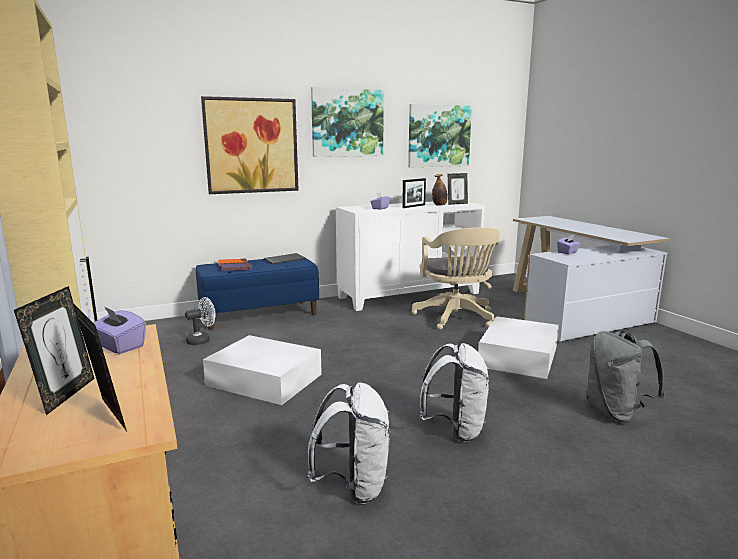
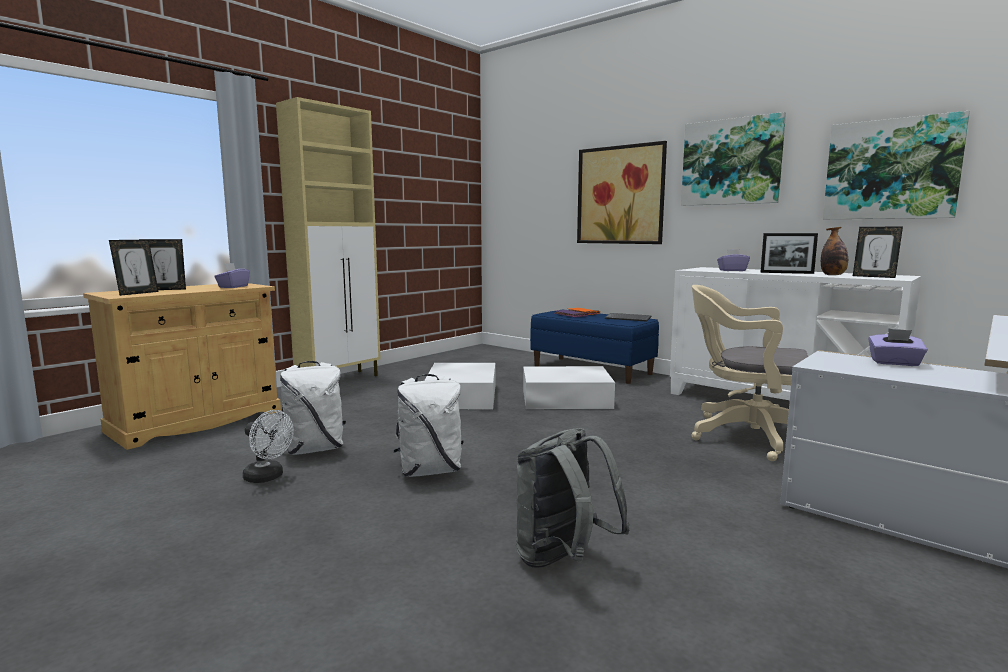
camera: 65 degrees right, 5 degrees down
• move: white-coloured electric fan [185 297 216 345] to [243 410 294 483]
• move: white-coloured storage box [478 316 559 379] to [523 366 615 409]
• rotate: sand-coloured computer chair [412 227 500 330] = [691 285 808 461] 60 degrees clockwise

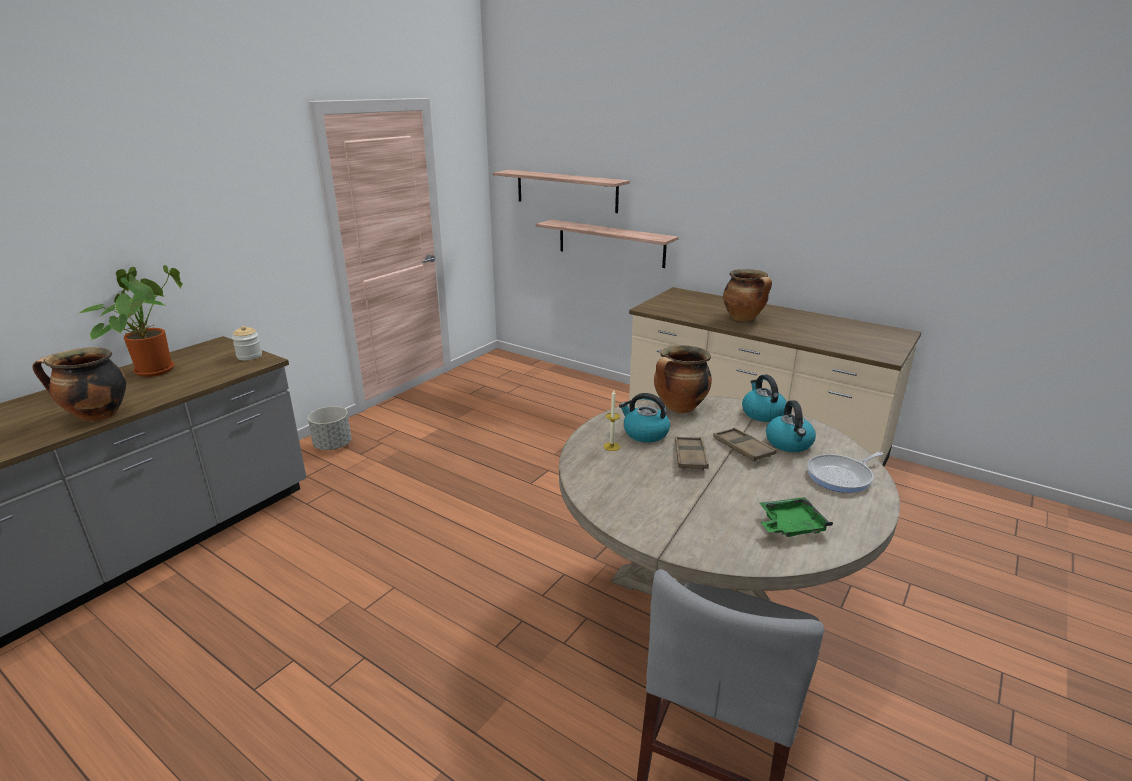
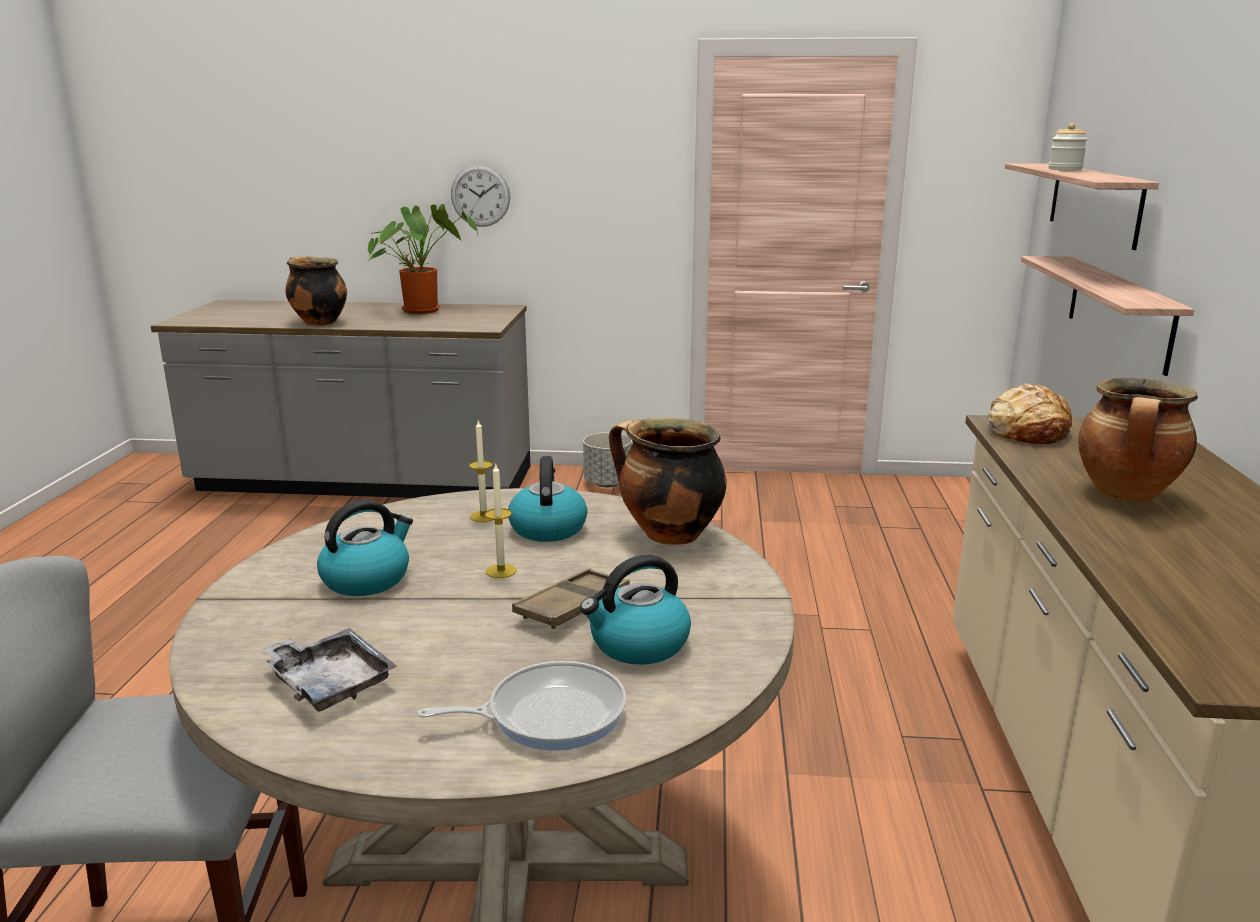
camera: 60 degrees right, 5 degrees down
• insert: clock on the wall [451 164 510 227]
• insert: bakery bread [987 383 1072 444]
• move: storage jar [232 326 262 360] to [1048 123 1088 170]
• move: kettle [742 374 787 422] to [317 500 413 596]
• replace: brown-coloured carrying tray [675 436 709 470] to wax candle [485 464 517 578]
• recolor: green-coloured carrying tray [760 497 833 537] to greyish carrying tray [263 628 397 712]
• rotate: frying pan [807 452 883 493] = [417 661 626 751] 135 degrees clockwise

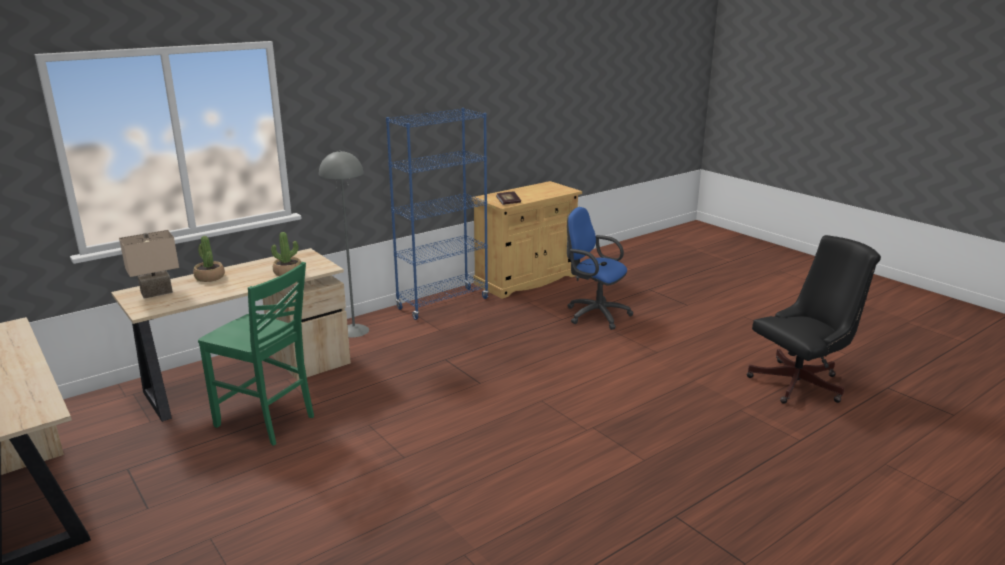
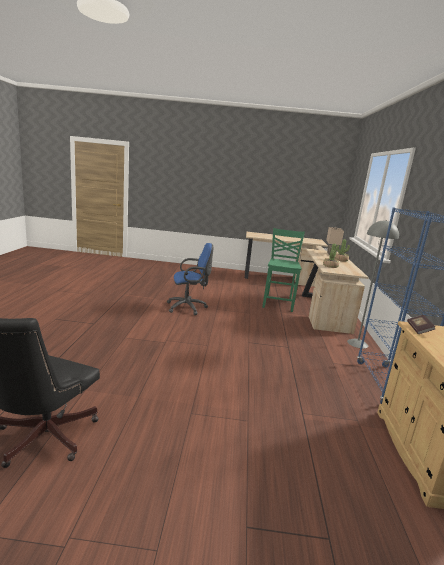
camera: 130 degrees right, 5 degrees down
• move: blue computer chair [567 207 634 330] to [167 243 213 315]
• rotate: green-coloured plain chair [198 262 314 446] = [262 228 305 312] 120 degrees clockwise

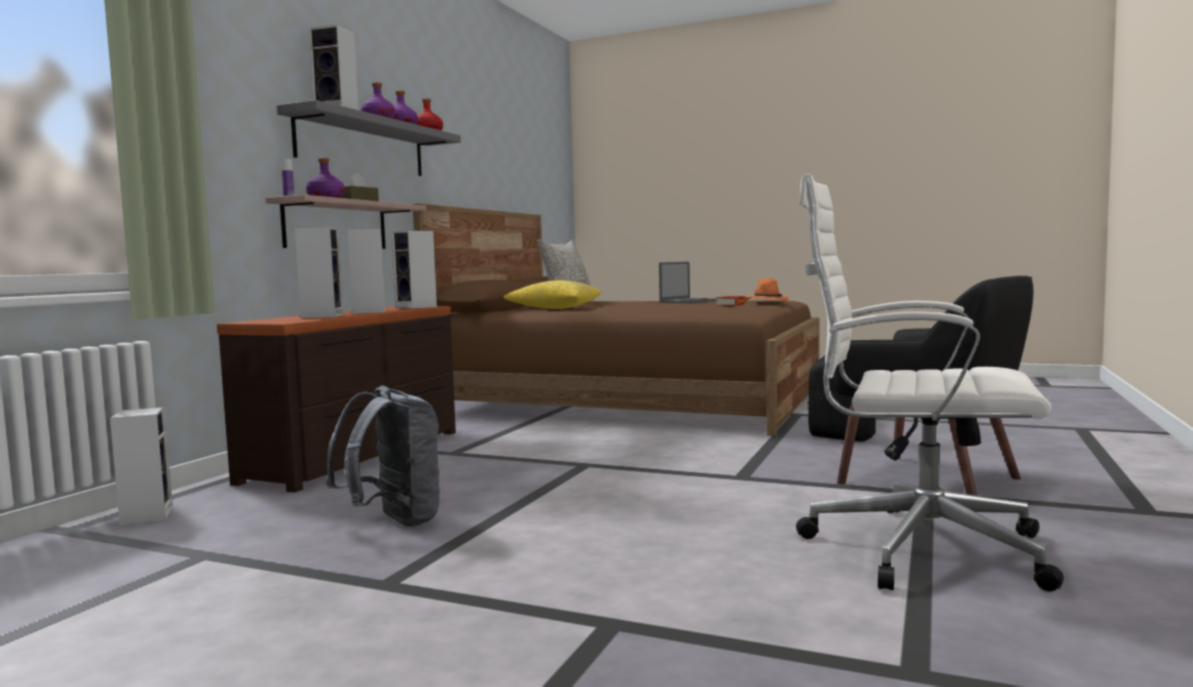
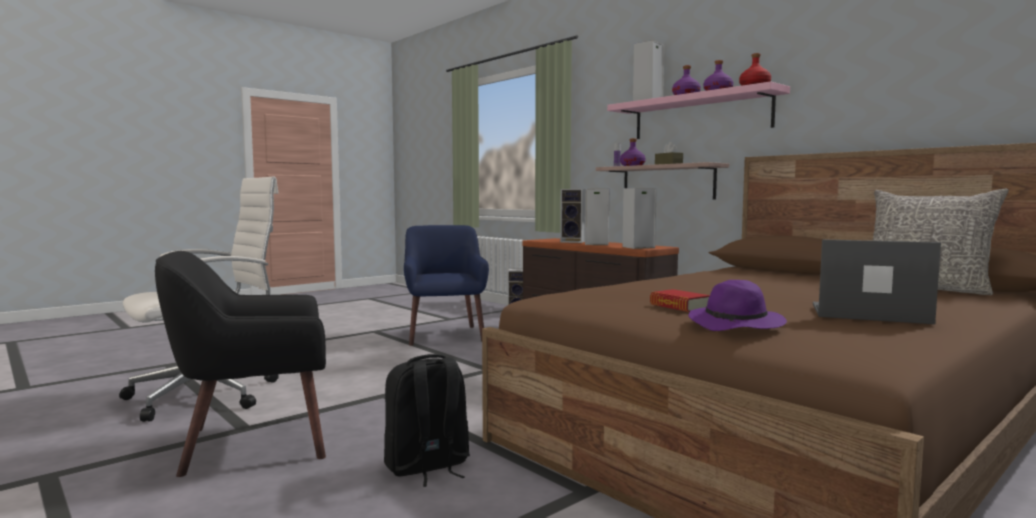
camera: 115 degrees right, 0 degrees up
• delete: yellow-coloured cushion [504 280 602 309]
• replace: greyish rucksack [326 386 441 527] to blue armchair [404 225 489 346]
• recolor: greyish wall shelf [277 100 461 176] to pinkish wall shelf [607 82 790 139]
• recolor: orangey clothing hat [747 278 789 302] to purplish clothing hat [688 280 787 331]
• rotate: notebook computer [659 262 716 303] = [813 239 941 324] 135 degrees clockwise

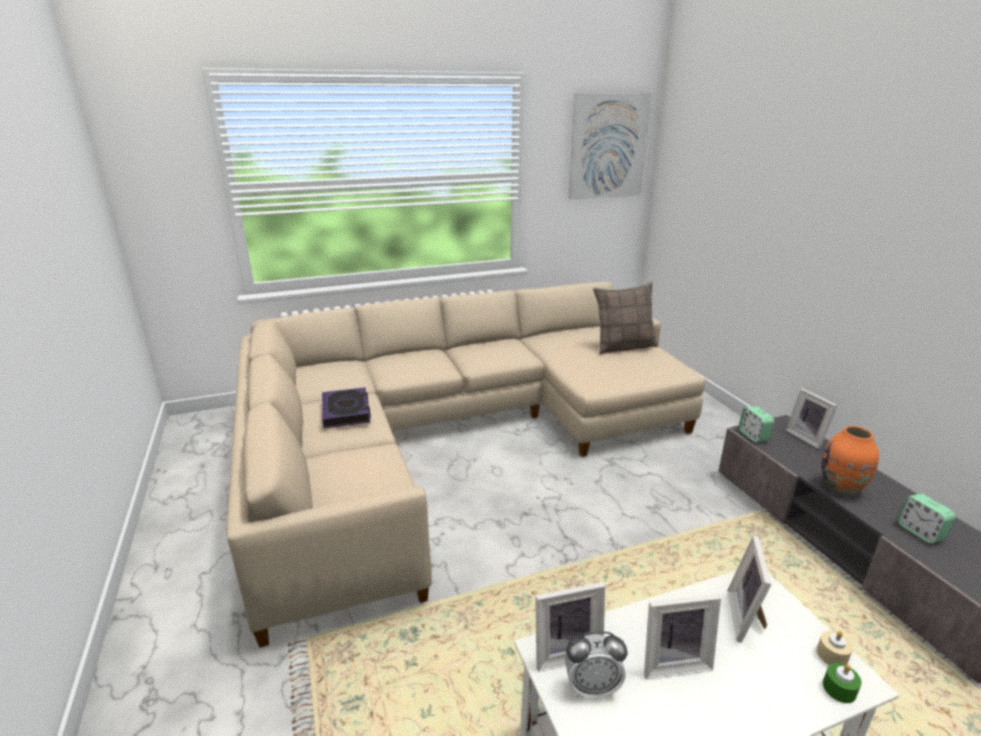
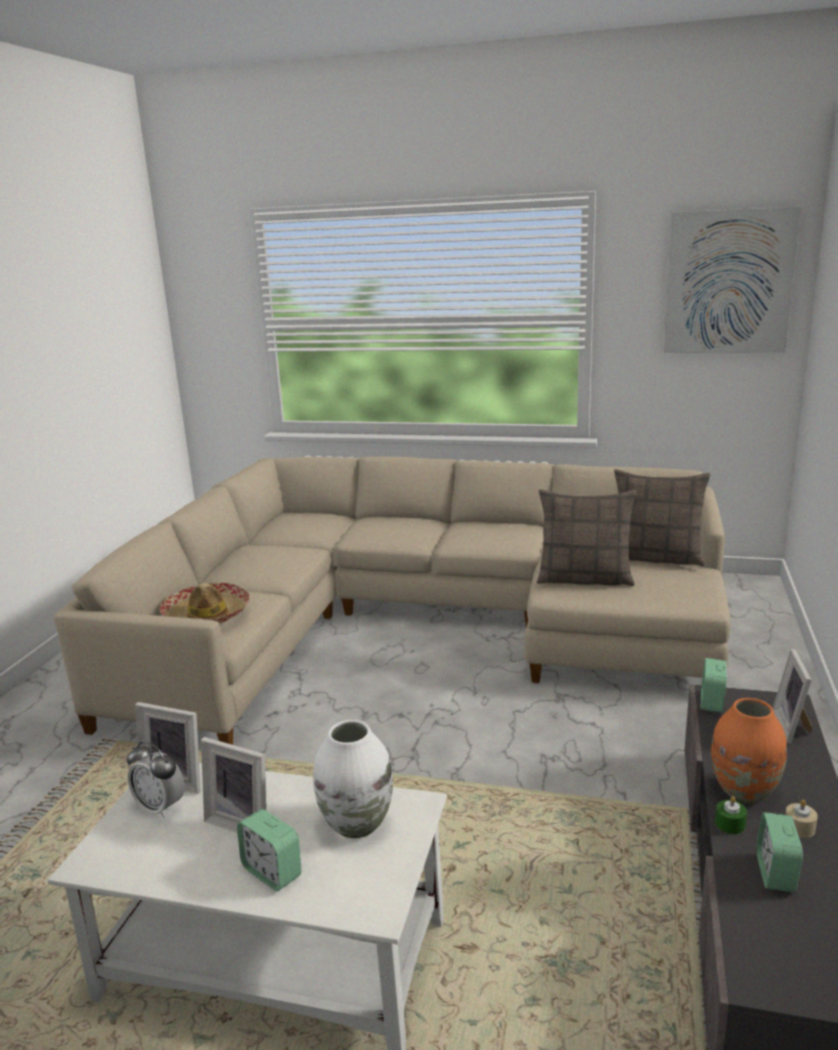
camera: 35 degrees right, 5 degrees down
• delete: book [322 387 371 428]
• insert: clothing hat [159 583 250 623]
• insert: alarm clock [237 809 301 891]
• insert: cushion [537 489 636 586]
• move: sand-coloured wax candle [816 631 853 665] to [786 799 818 838]
• move: green-coloured wax candle [823 663 862 703] to [715 796 747 834]
• replace: standing frame [727 535 772 643] to white-coloured vase [313 720 393 838]

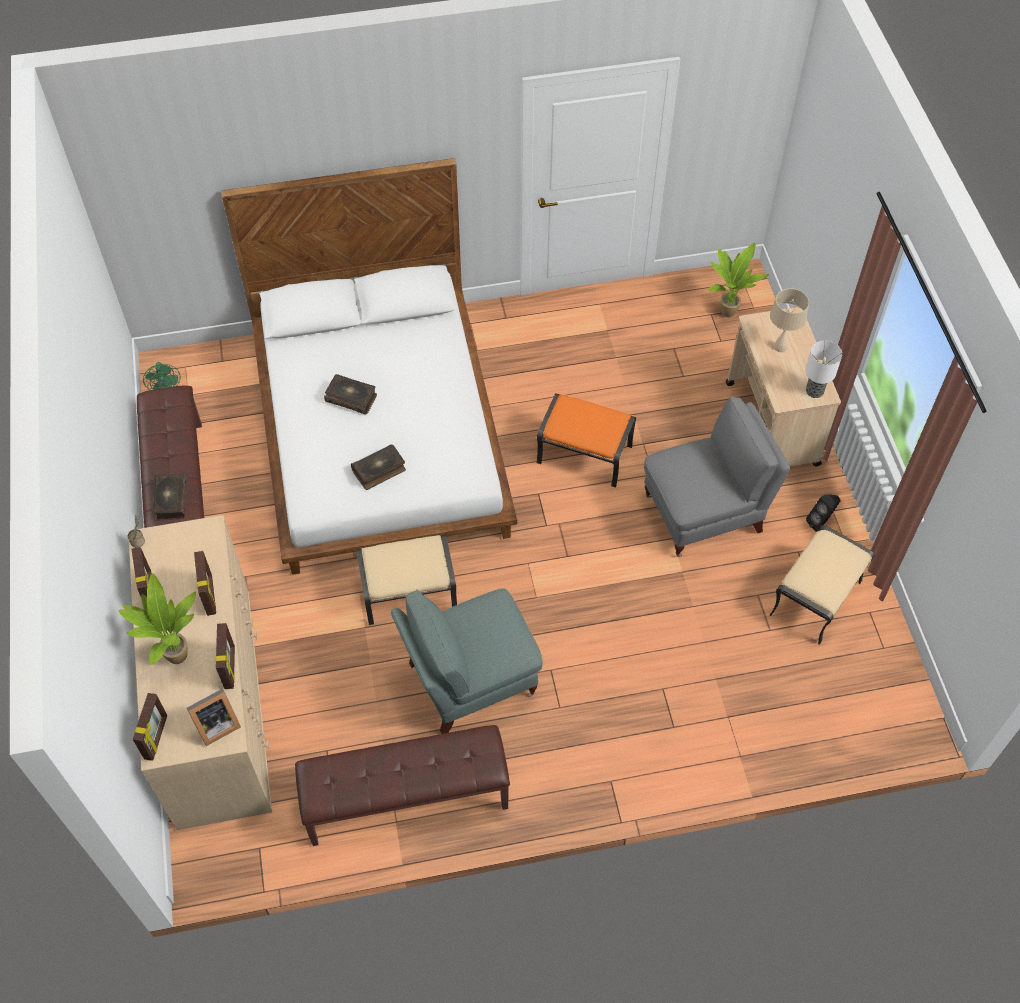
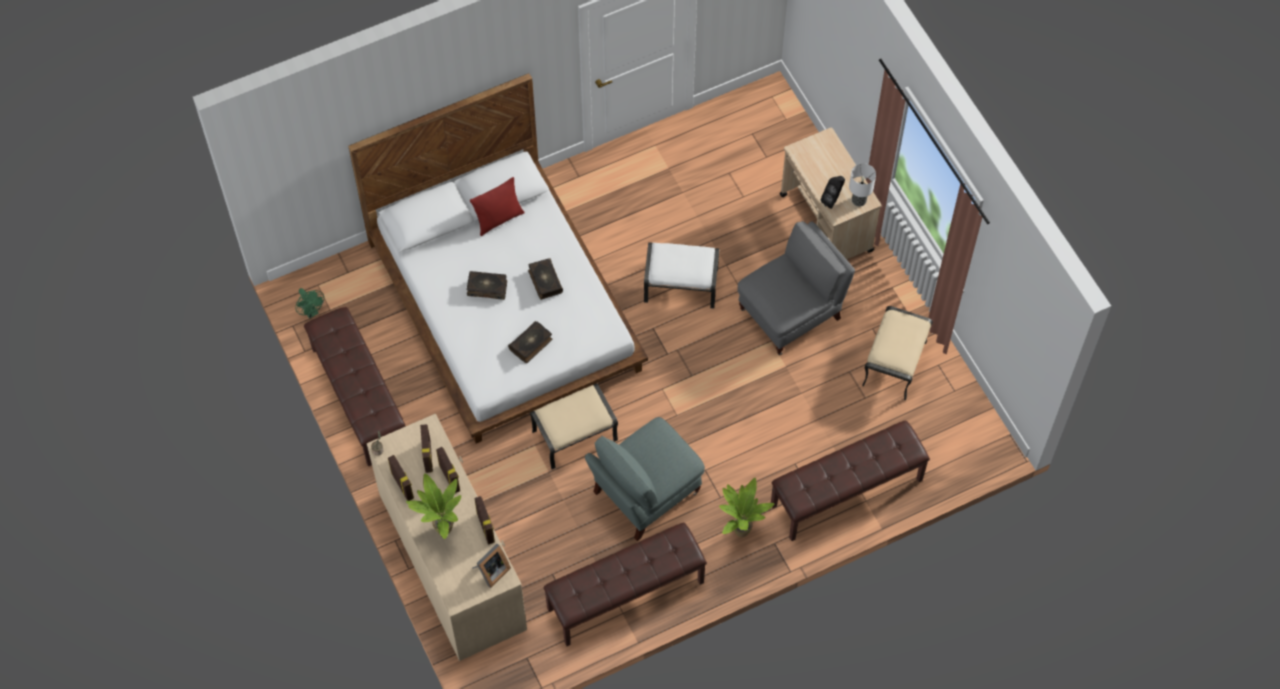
camera: 15 degrees left, 5 degrees up
• delete: sand-coloured tabletop lamp [770 288 809 352]
• insert: red cushion [470 177 524 236]
• insert: brown-coloured bench [771 420 930 541]
• move: standing frame [133 693 167 761] to [420 424 433 473]
• move: book [152 474 187 521] to [528 259 563 300]
• move: potted plant [708 243 769 317] to [719 478 775 537]
• move: blackish loudspeaker [806 494 840 532] to [821 176 845 209]
• recolor: orangey ottoman [537 393 636 488] to white-coloured ottoman [644 242 719 309]

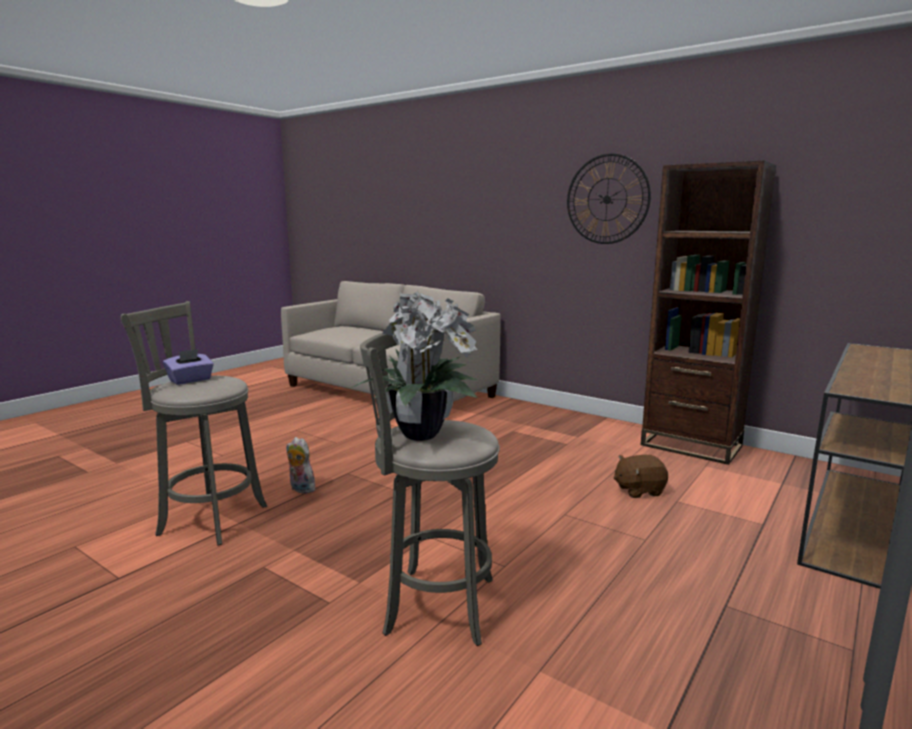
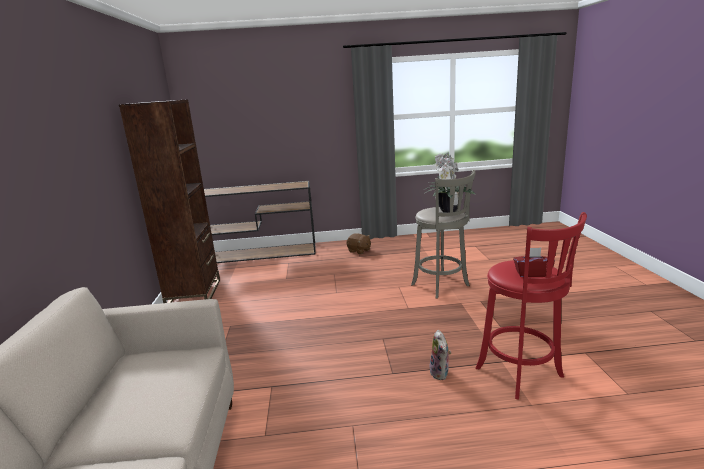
camera: 130 degrees left, 5 degrees up
• delete: clock on the wall [567 153 651 244]
• move: brown-coloured plush toy [614 455 668 498] to [346 233 371 254]
• recolor: greyish sitting stool [121 301 267 545] to red sitting stool [476 212 587 400]
• recolor: purplish tissue box [163 349 214 385] to red tissue box [513 248 555 277]

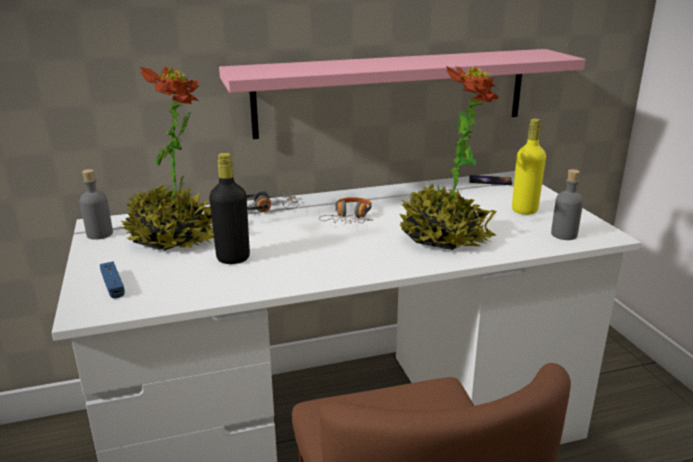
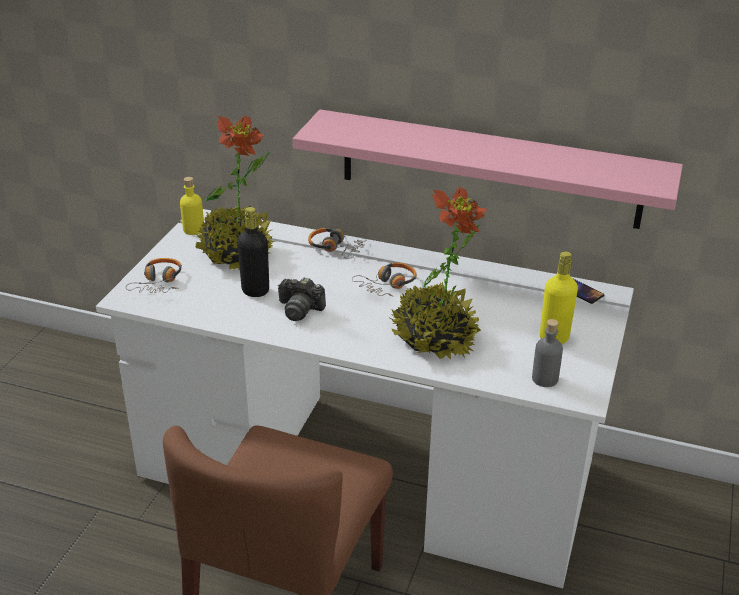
camera: 35 degrees right, 10 degrees up
• insert: still camera [278 277 326 321]
• replace: blue game controller [100 261 125 299] to headphones [126 258 182 293]
• recolor: greyish bottle [80 169 113 240] to yellow-coloured bottle [180 177 204 235]

